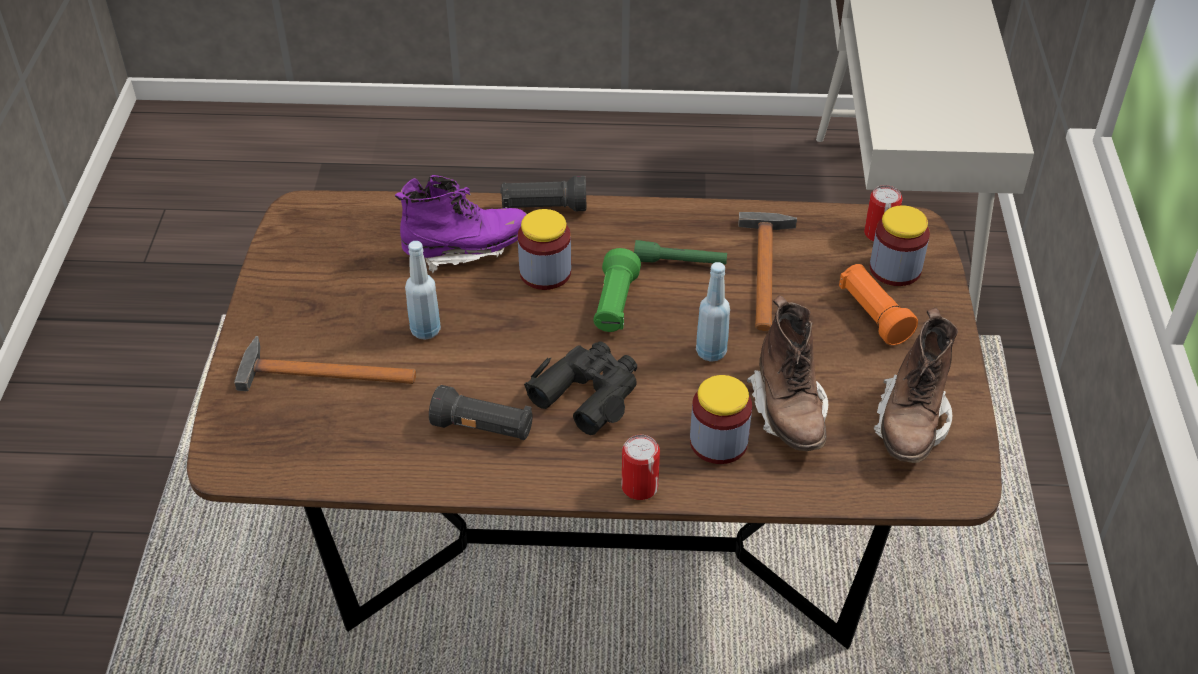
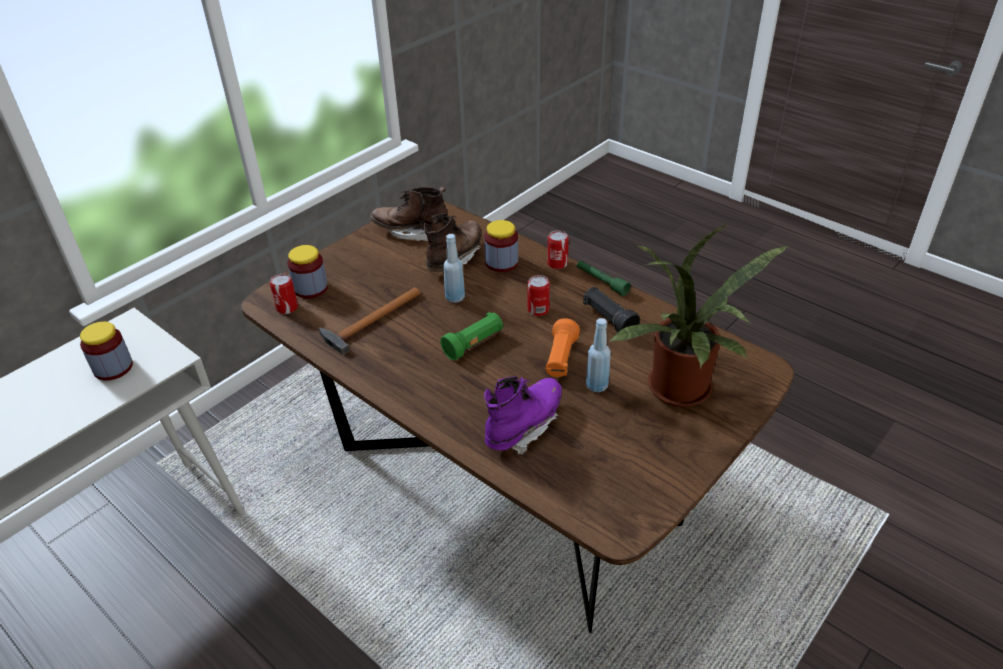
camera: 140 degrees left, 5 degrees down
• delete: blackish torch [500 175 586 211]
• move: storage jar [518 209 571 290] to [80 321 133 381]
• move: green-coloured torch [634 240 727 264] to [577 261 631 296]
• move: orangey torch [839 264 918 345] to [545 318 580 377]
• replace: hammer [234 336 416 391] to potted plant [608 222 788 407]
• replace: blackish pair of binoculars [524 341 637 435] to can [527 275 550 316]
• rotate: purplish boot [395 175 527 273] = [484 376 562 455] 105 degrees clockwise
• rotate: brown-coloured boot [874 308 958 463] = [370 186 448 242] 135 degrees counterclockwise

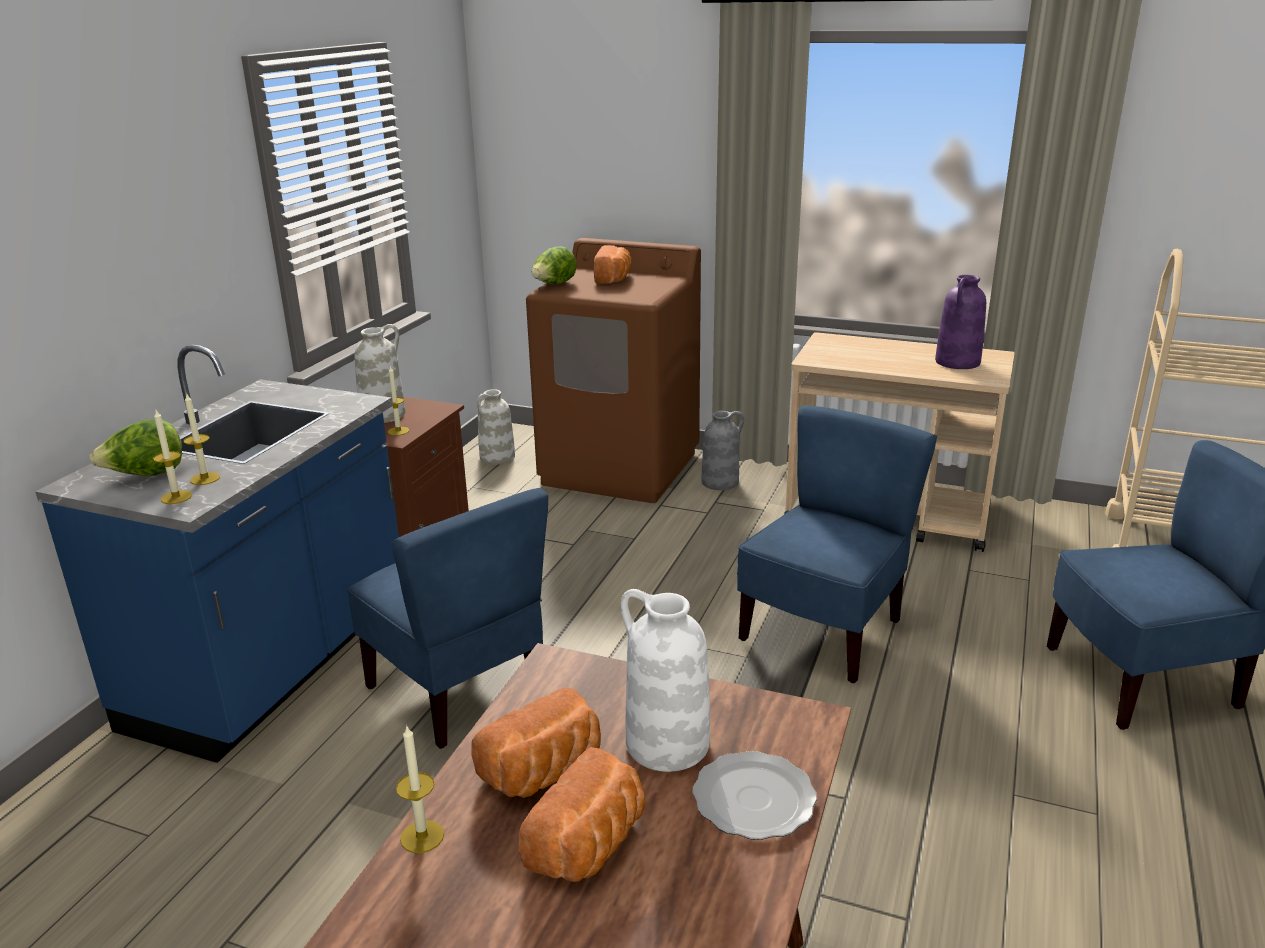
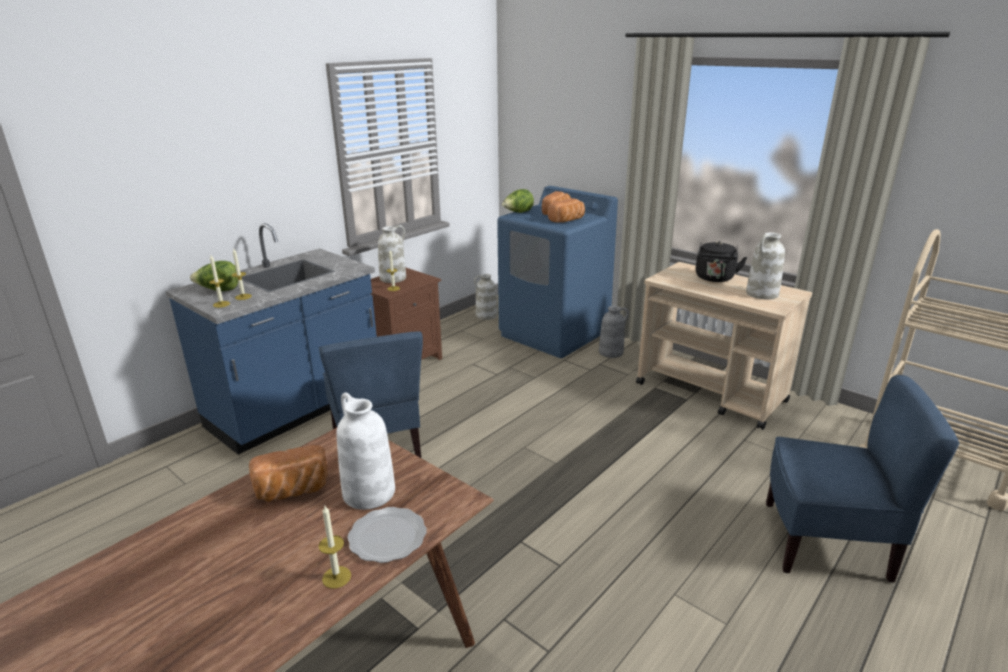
camera: 20 degrees right, 0 degrees up
• delete: blue plain chair [737 405 937 683]
• insert: blackish kettle [696 241 747 282]
• move: wax candle [396 726 444 853] to [318 506 351 589]
• move: bakery bread [519 747 645 882] to [548 198 585 223]
• recolor: brown-coloured washing machine [526 238 701 503] to blue washing machine [497 186 618 358]
• recolor: purplish vase [935 275 986 369] to white-coloured vase [746 233 785 300]

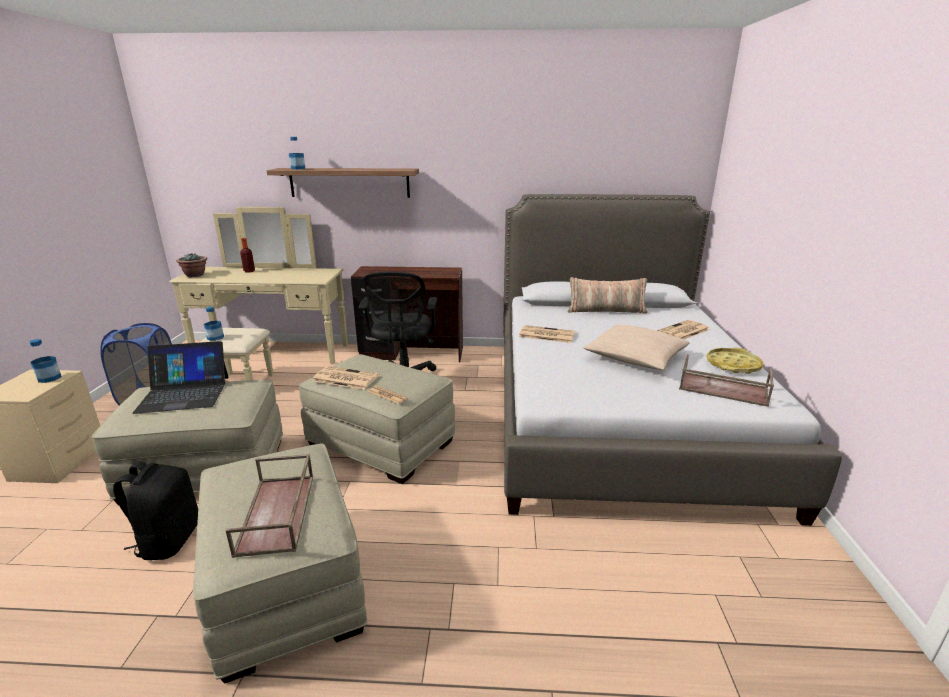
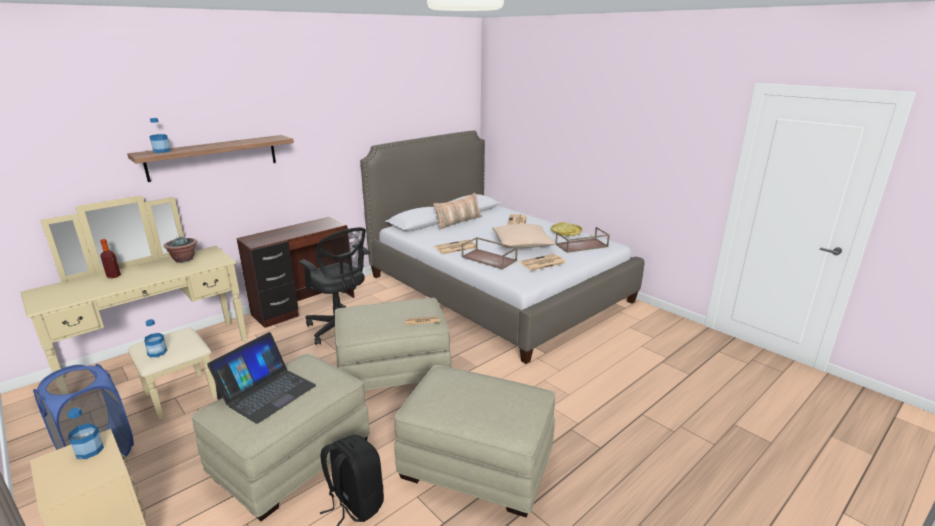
camera: 45 degrees left, 0 degrees up
• move: potted plant [176 253 207 277] to [164 236 197 263]
• move: brown-coloured carrying tray [226 454 313 558] to [462 237 518 269]
• move: daily paper [312 366 379 390] to [519 254 566 271]

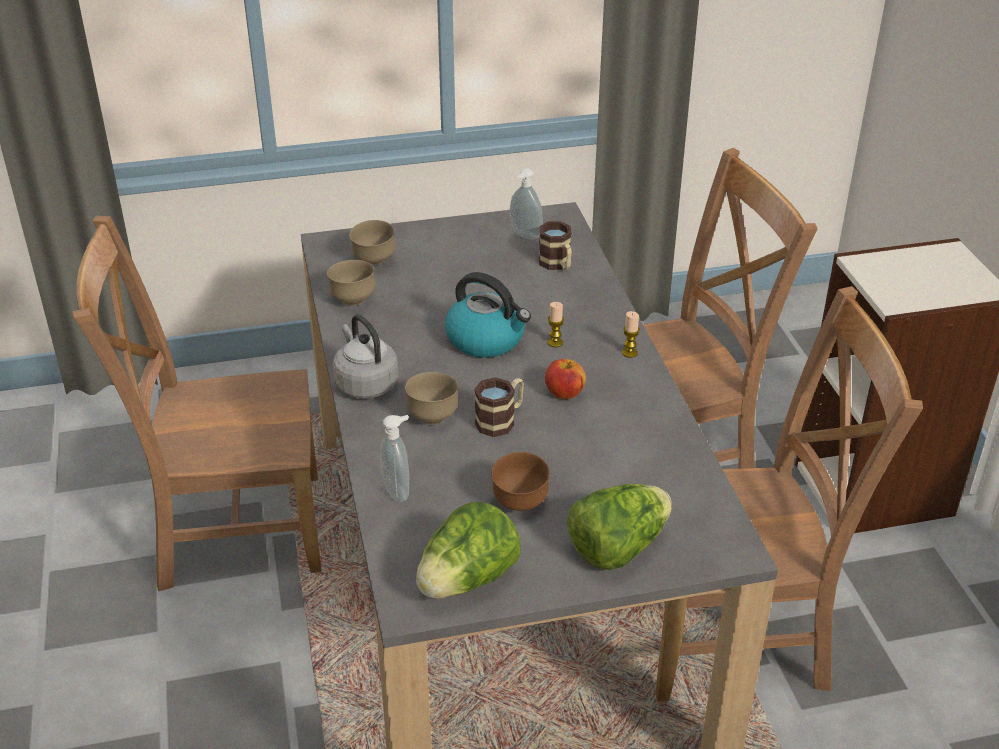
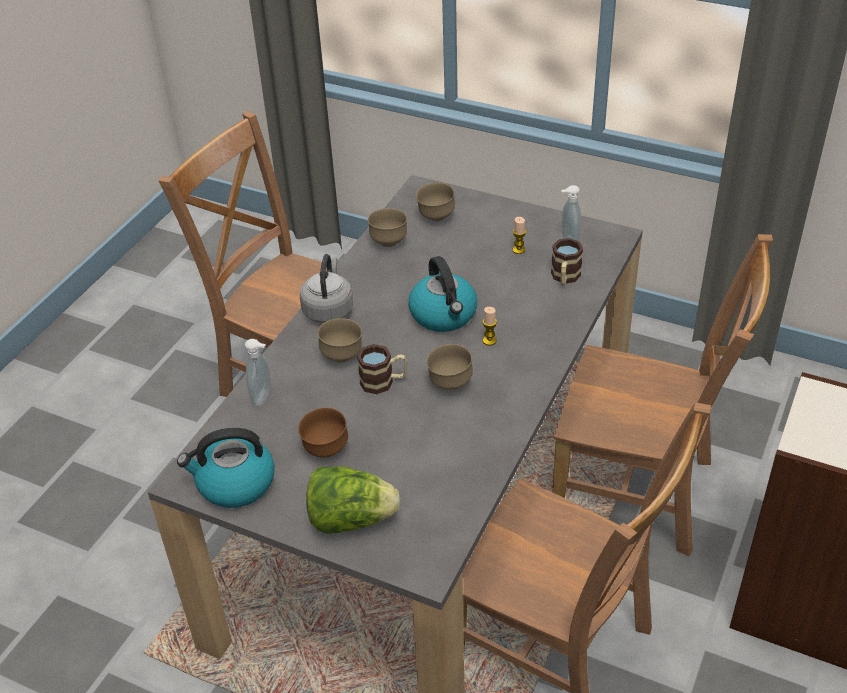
camera: 40 degrees right, 5 degrees up
• move: wax candle [622 311 640 358] to [513 217 526 254]
• replace: lettuce [416 502 520 598] to kettle [177 428 275 508]
• replace: apple fruit [545 359 586 399] to brown-coloured bowl [426 344 473 390]

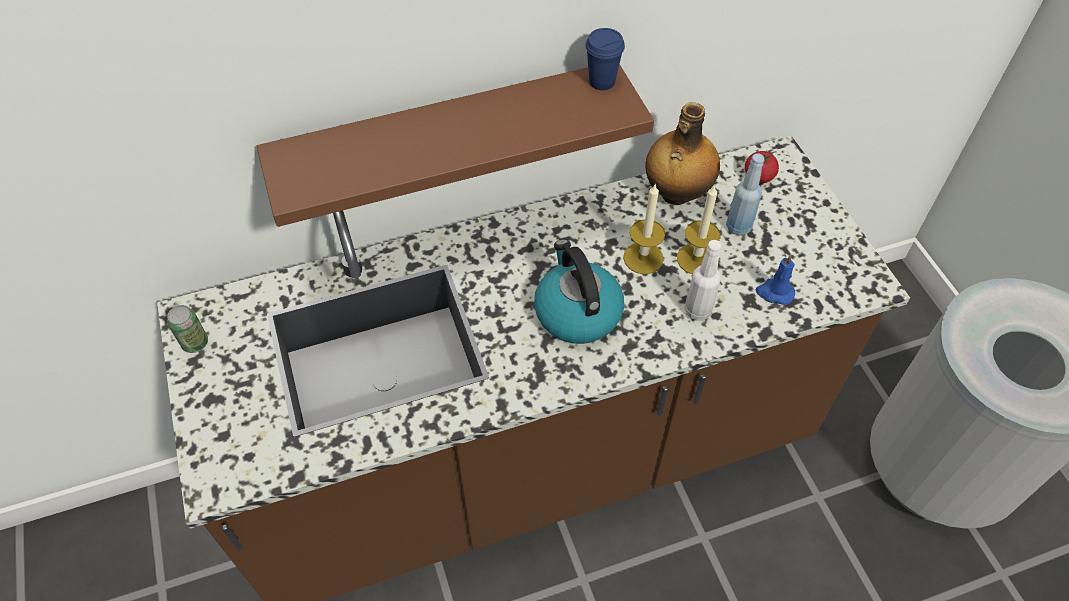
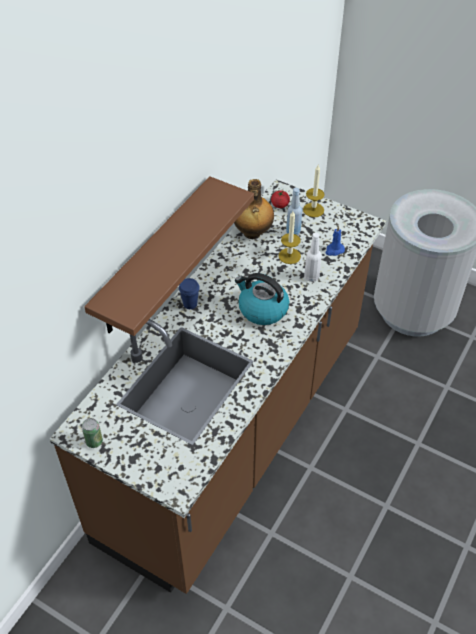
camera: 40 degrees left, 5 degrees down
• move: blue small cup [585 28 625 90] to [179 278 200 309]
• move: wax candle [623 183 665 274] to [303 165 324 217]

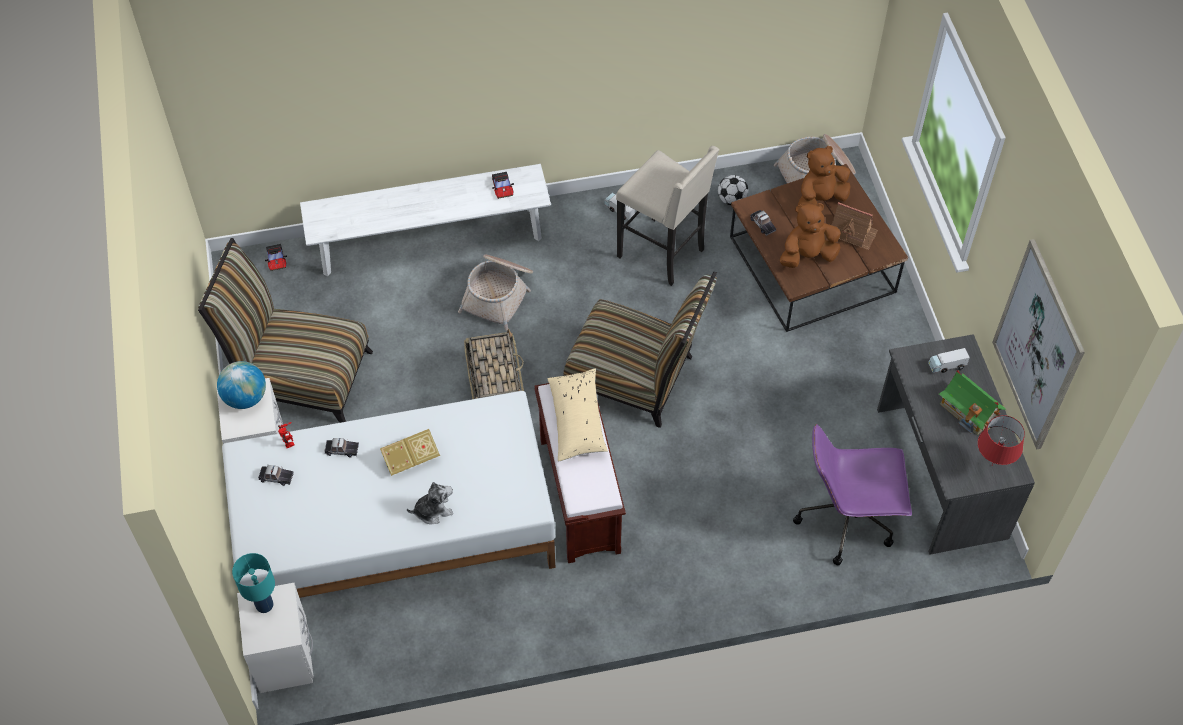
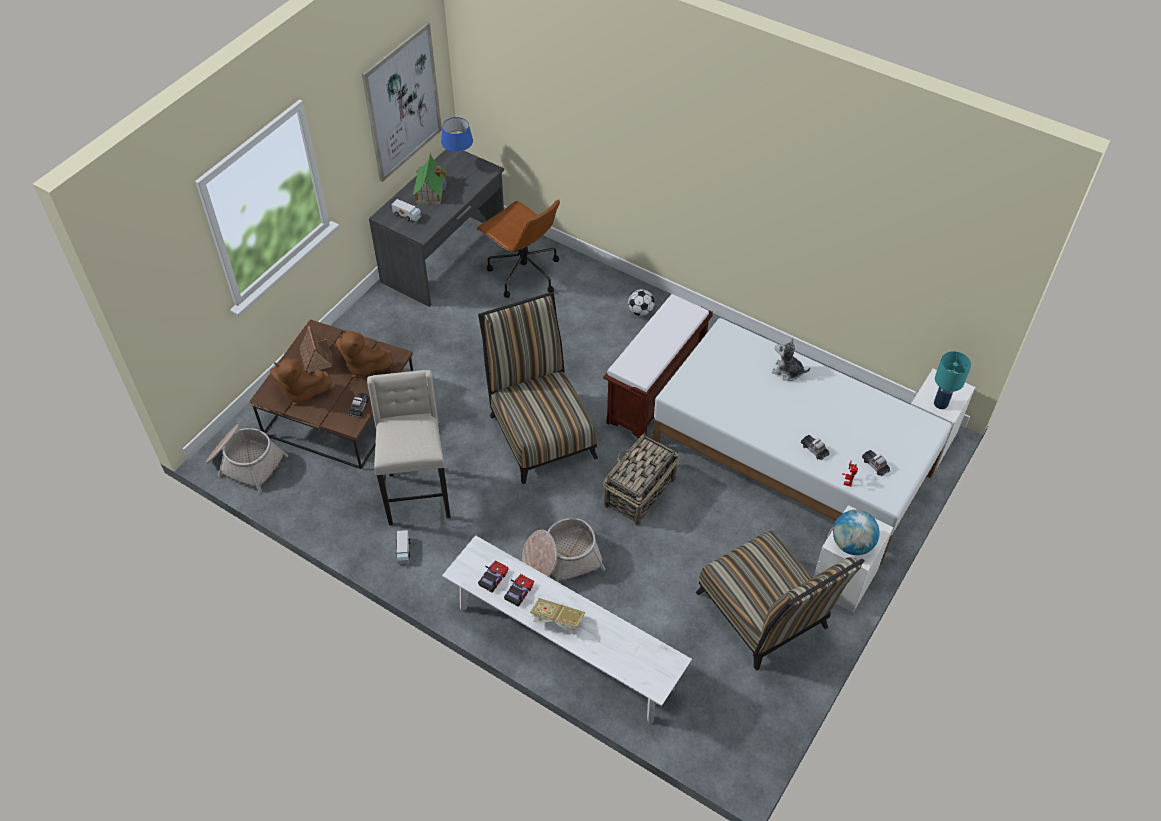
camera: 135 degrees left, 5 degrees down
• delete: sand-coloured cushion [547 368 608 462]
• move: model car [265 244 287 271] to [504 574 534 607]
• move: book [380 429 440 476] to [530 598 585 634]
• move: ball for football [718 175 748 205] to [628 289 655 316]
• recolor: purplish computer chair [793 424 912 565] to brown-coloured computer chair [476 200 560 298]
• recolor: red tabletop lamp [978 415 1025 465] to blue tabletop lamp [441 117 473 164]

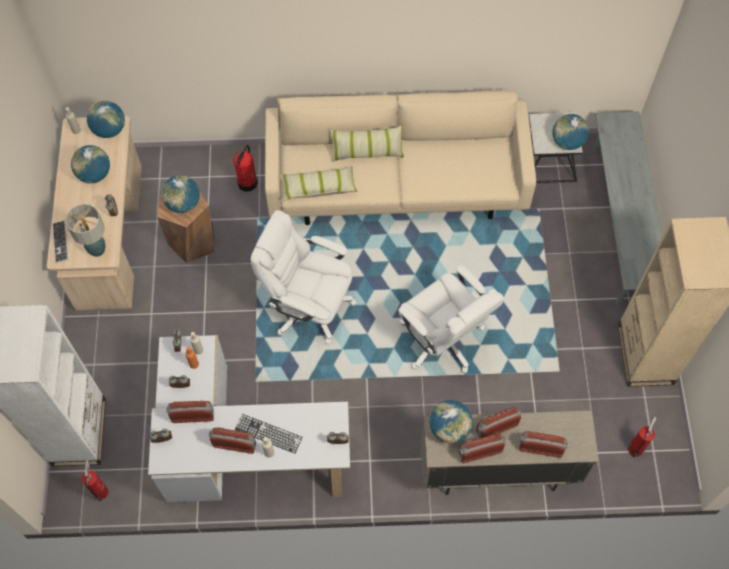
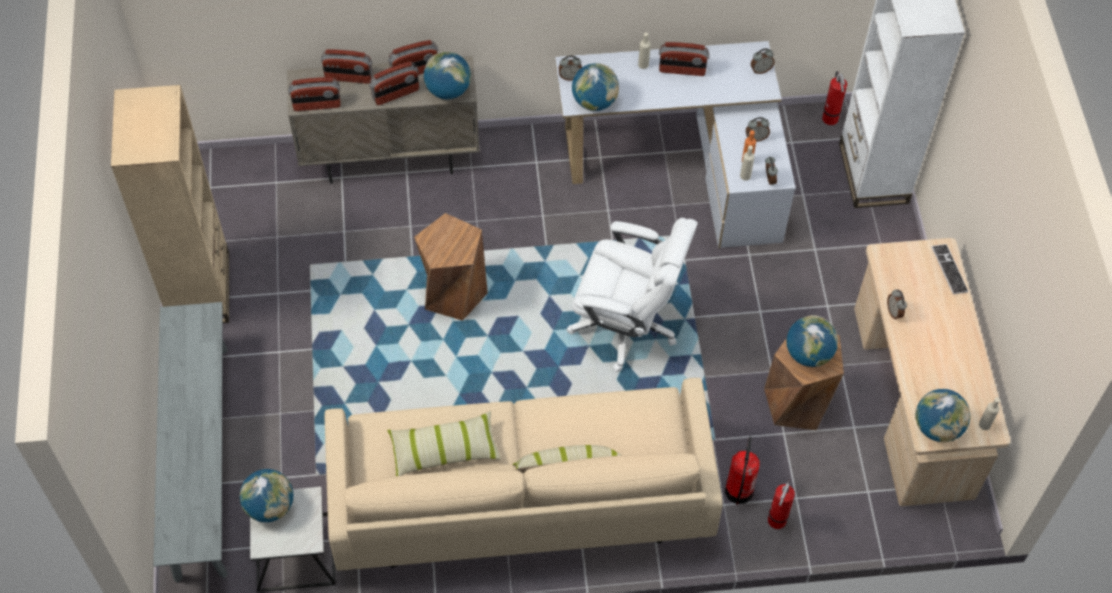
camera: 175 degrees right, 5 degrees down
• delete: tabletop lamp [65 204 106 257]
• delete: PC keyboard [235 414 303 453]
• move: globe [71 145 110 183] to [572 63 619 111]
• move: radio [166 401 214 423] to [288 77 341 111]
• move: cushion [280 166 357 201] to [387 411 501 476]
• move: fire extinguisher [628 417 656 458] to [768 479 795 529]
• replace: white-coloured computer chair [398 265 504 373] to brown-coloured sitting stool [414 213 488 321]

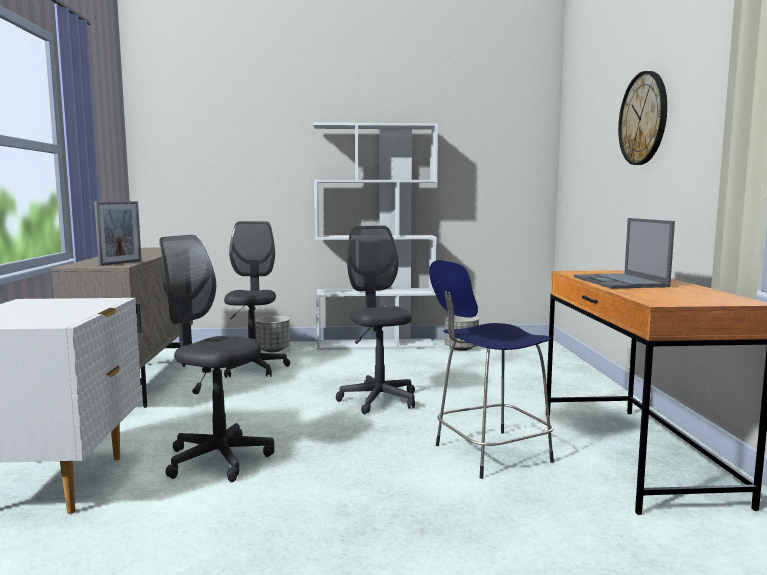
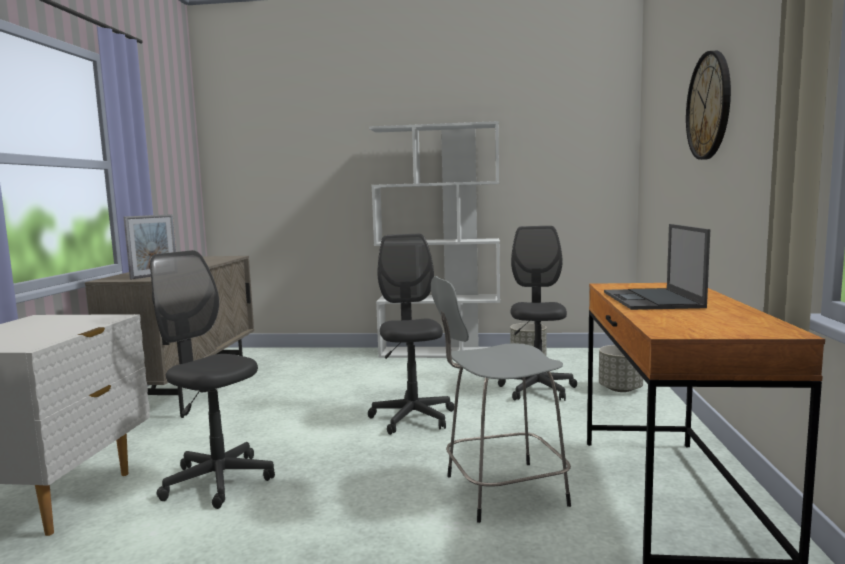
camera: 10 degrees right, 0 degrees up
• move: greyish computer chair [224 221 290 378] to [498 226 577 401]
• move: greyish flower pot [255 316 290 352] to [599 345 643 392]
• recolor: blue sitting stool [429 260 554 479] to greyish sitting stool [431 276 571 523]

